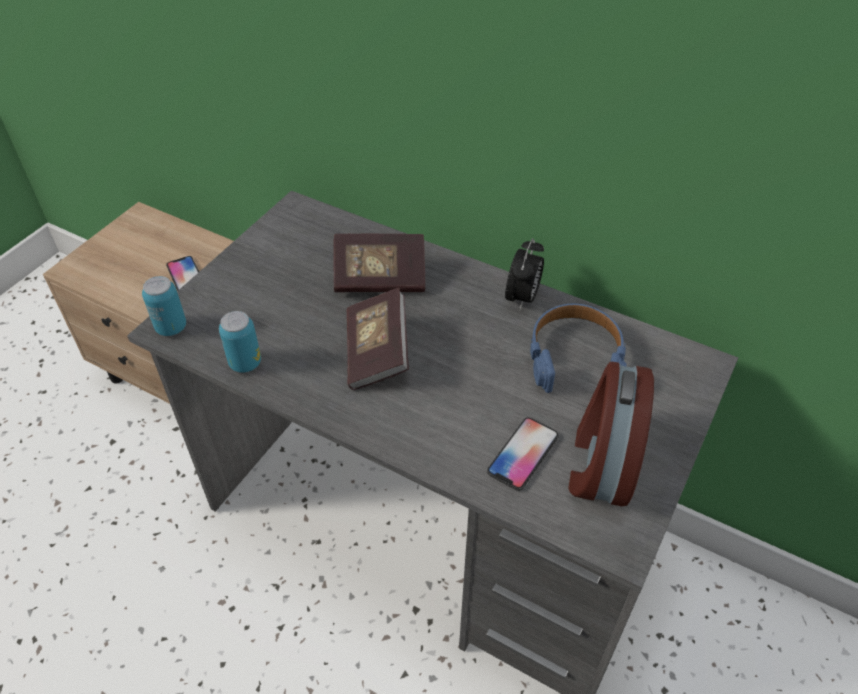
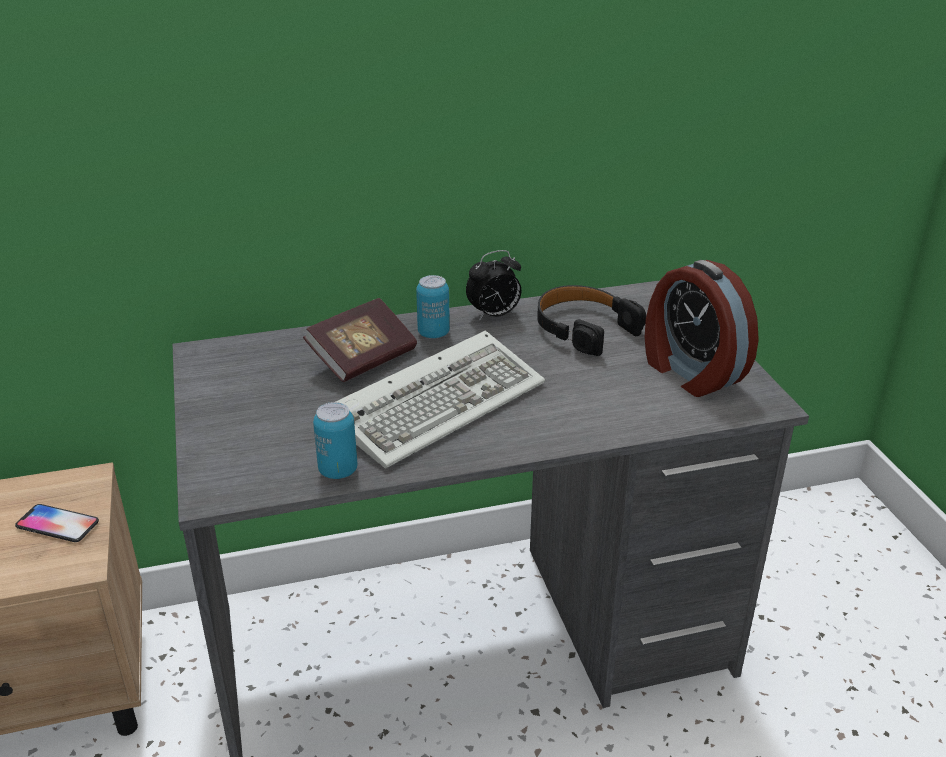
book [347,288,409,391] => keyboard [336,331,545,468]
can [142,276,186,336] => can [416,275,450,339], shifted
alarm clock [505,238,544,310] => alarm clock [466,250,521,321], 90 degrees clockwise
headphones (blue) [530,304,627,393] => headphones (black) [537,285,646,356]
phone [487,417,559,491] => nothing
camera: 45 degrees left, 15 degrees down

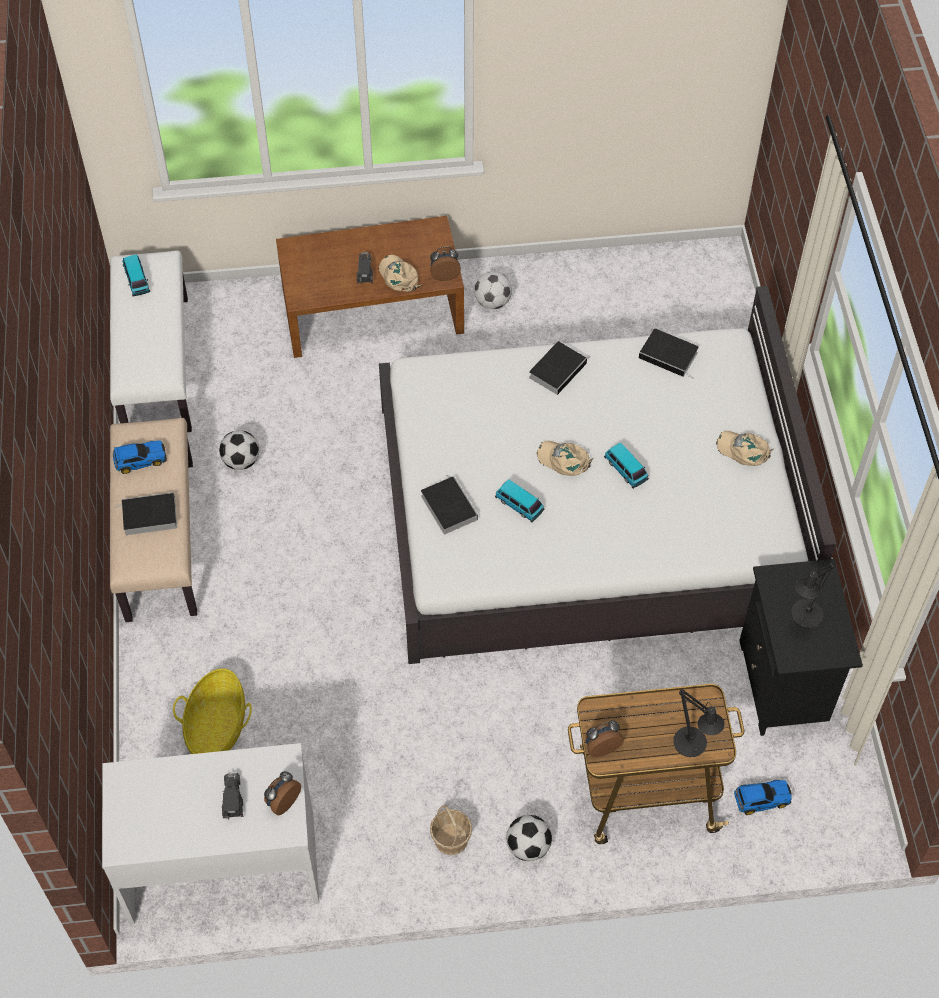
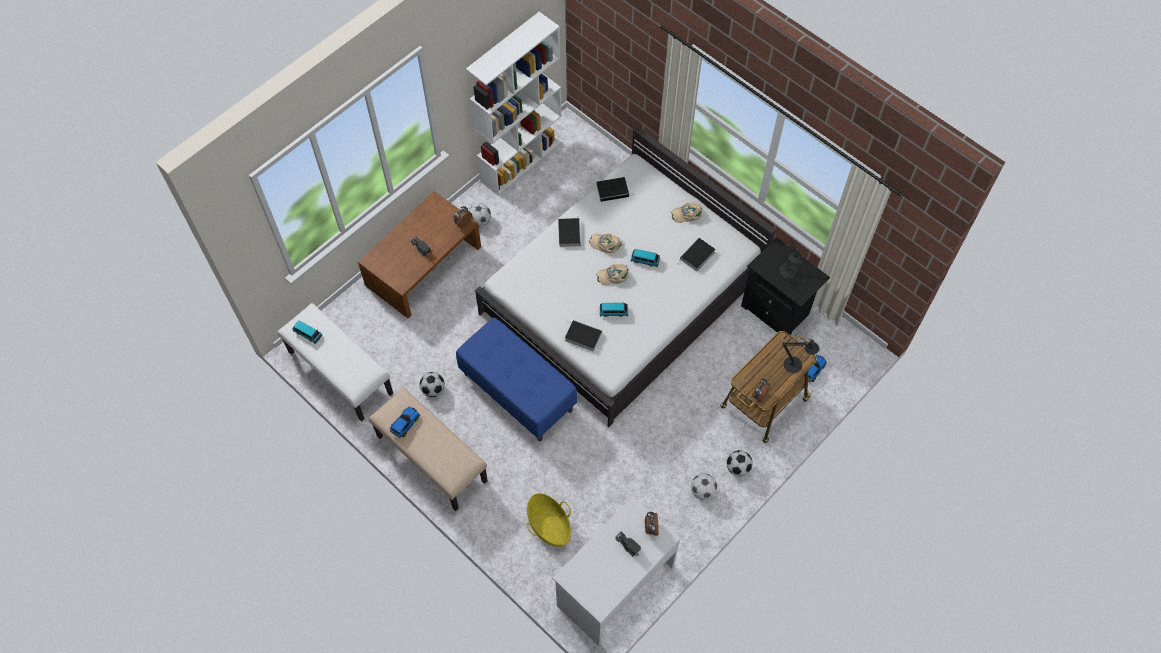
nothing => bench (blue) [456,318,577,441]
nothing => bookcase (white) [466,12,562,196]
cap (beige) [379,255,422,292] => cap (beige) [589,234,622,253], shifted
book [113,492,177,535] => book [678,238,716,272], shifted
basket [430,804,472,855] => football [691,473,717,500]
camera: 40 degrees left, 5 degrees up

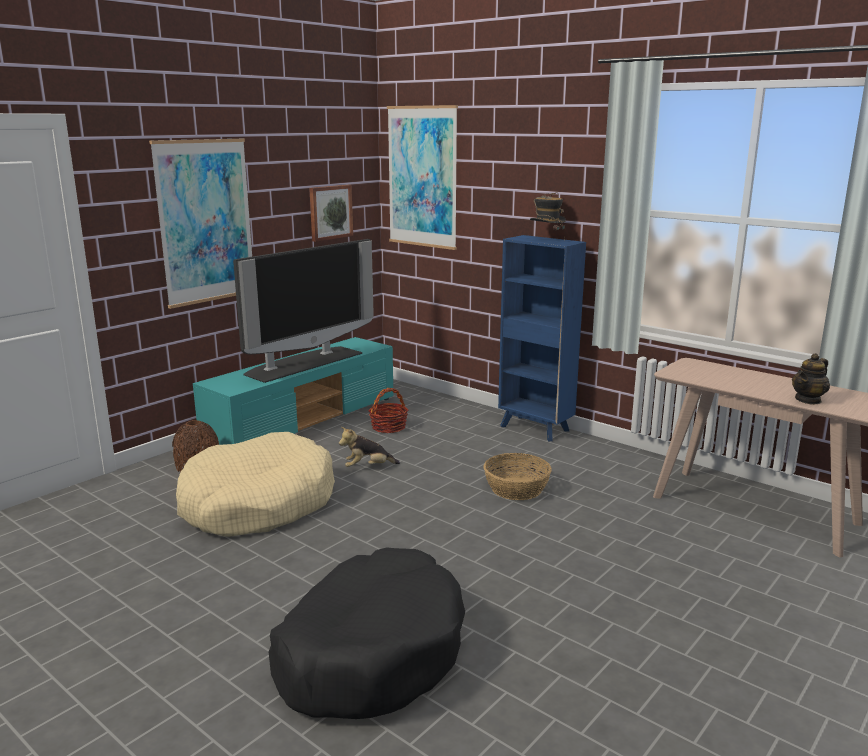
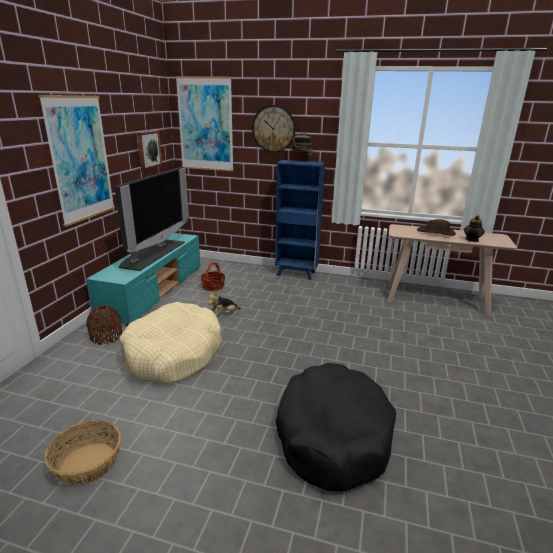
basket [484,453,552,500] => basket [44,420,121,485], shifted
nothing => wall clock [252,105,296,152]
nothing => hat (brown) [417,219,456,235]
camera: 25 degrees left, 5 degrees up

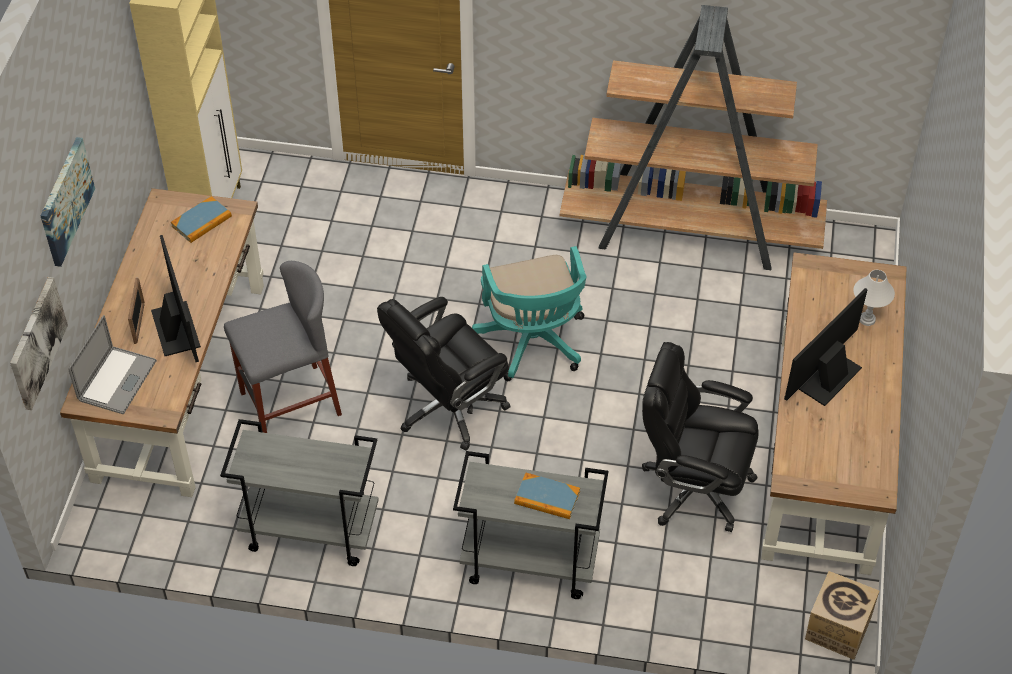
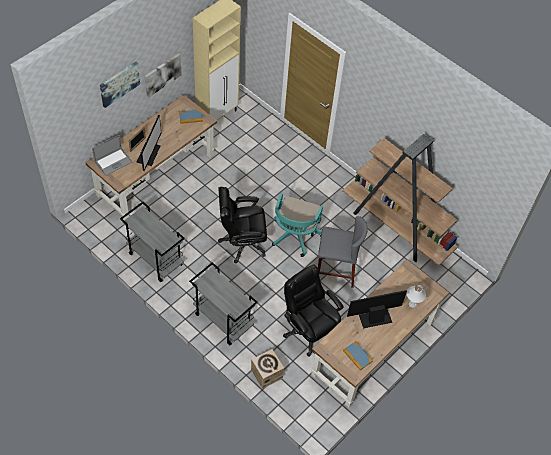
picture [10,277,68,410] => picture [145,53,182,98], shifted
cardboard box [805,571,879,660] => cardboard box [251,349,284,389], shifted
stool (grey) [224,261,342,433] => stool (grey) [318,216,368,288], shifted
book [514,473,580,519] => book [343,341,373,370], shifted
camera: 30 degrees right, 5 degrees up

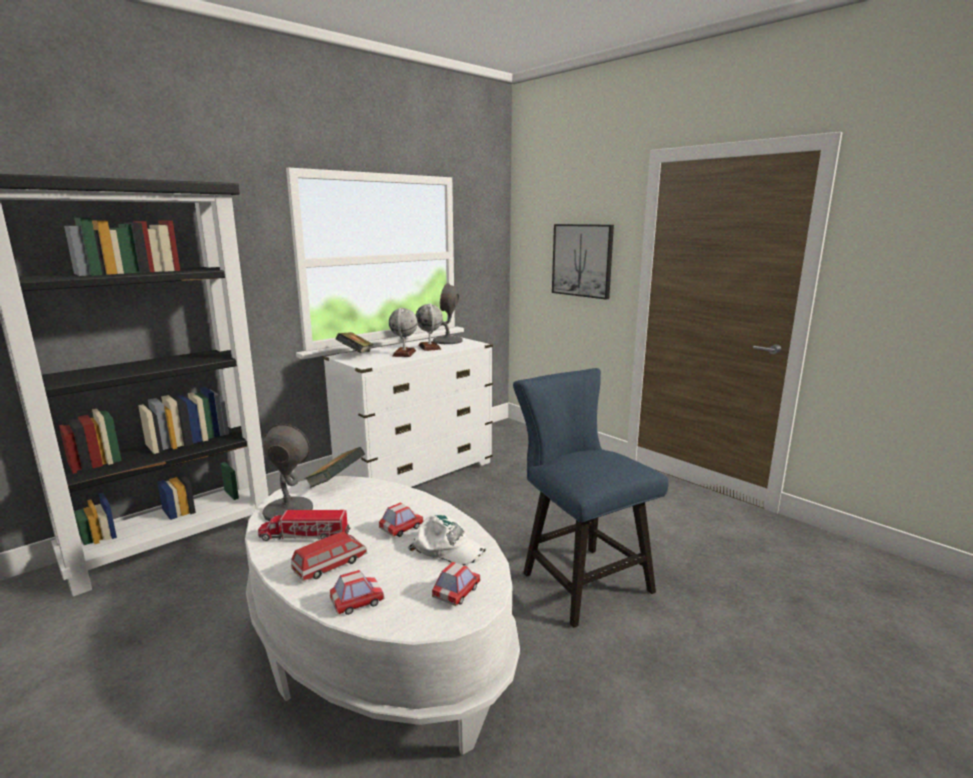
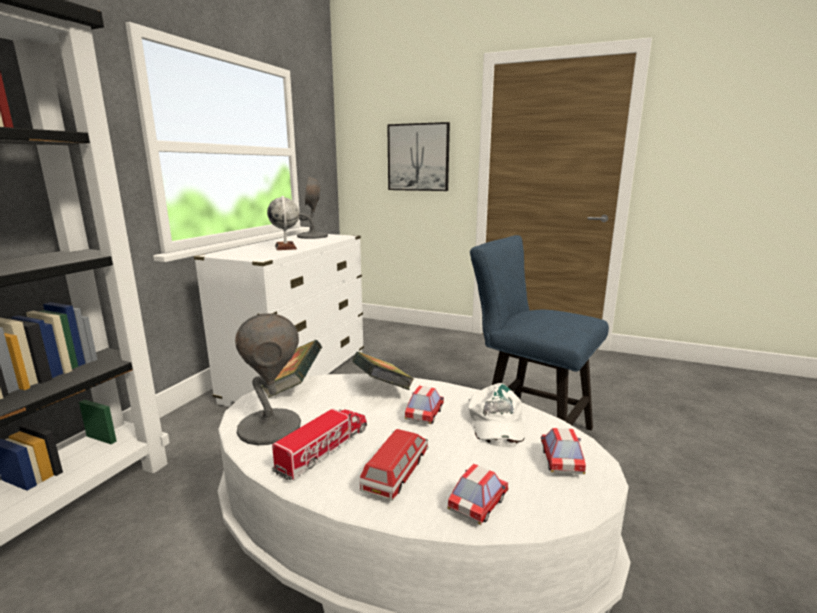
toy truck [258,509,350,541] => toy truck [272,409,367,480], 150 degrees clockwise
book [336,332,374,353] => book [352,352,414,390], shifted
cap (white) [408,515,486,565] => cap (white) [468,383,525,447], 90 degrees clockwise
globe [416,303,443,351] => nothing
camera: 25 degrees left, 0 degrees up

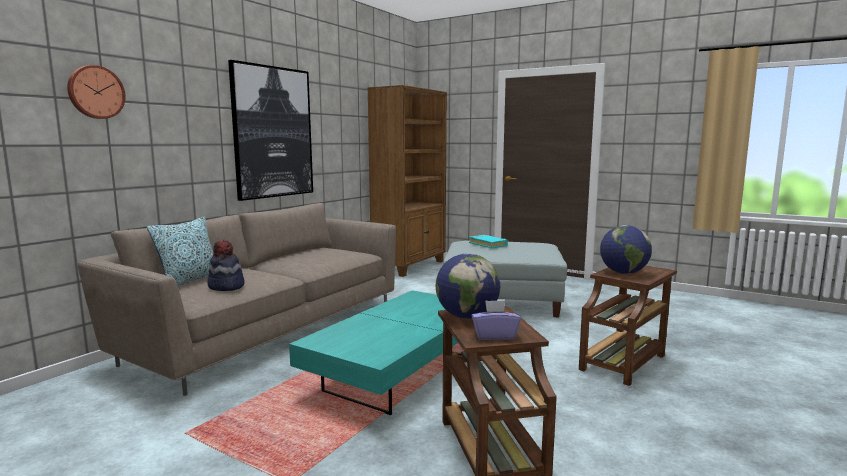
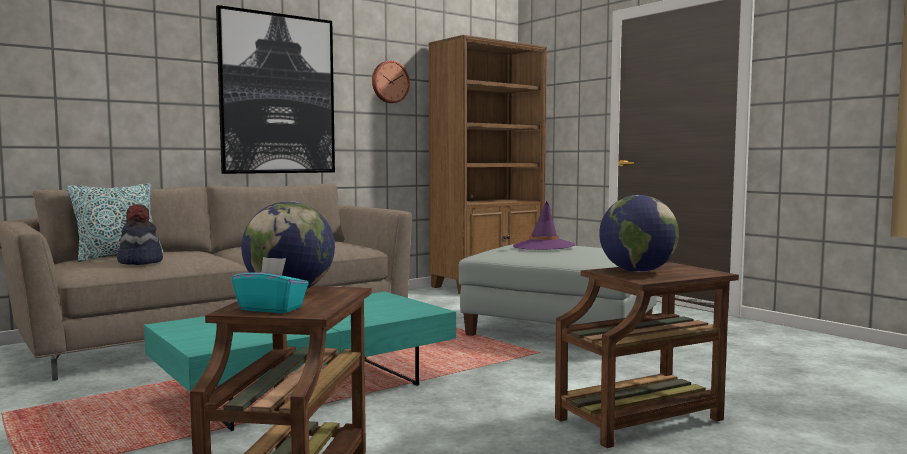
tissue box (purple) [471,300,521,340] => tissue box (turquoise) [232,257,309,313]
wall clock [67,65,126,119] => wall clock [372,61,410,103], shifted
book (turquoise) [469,235,508,249] => hat (purple) [513,201,575,250]
camera: 20 degrees right, 5 degrees down

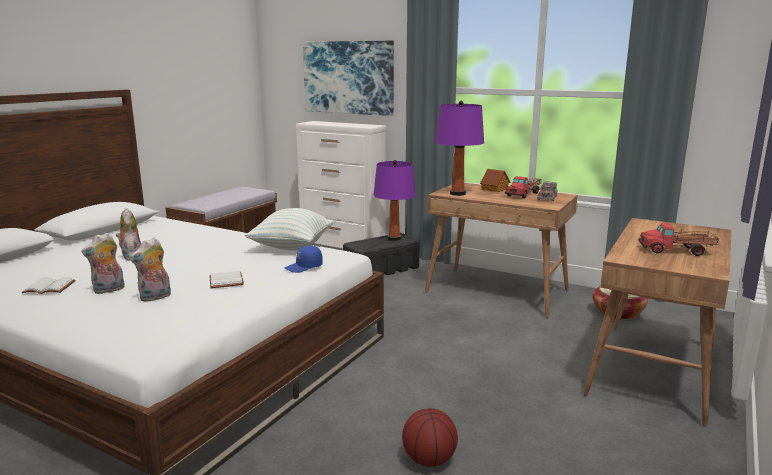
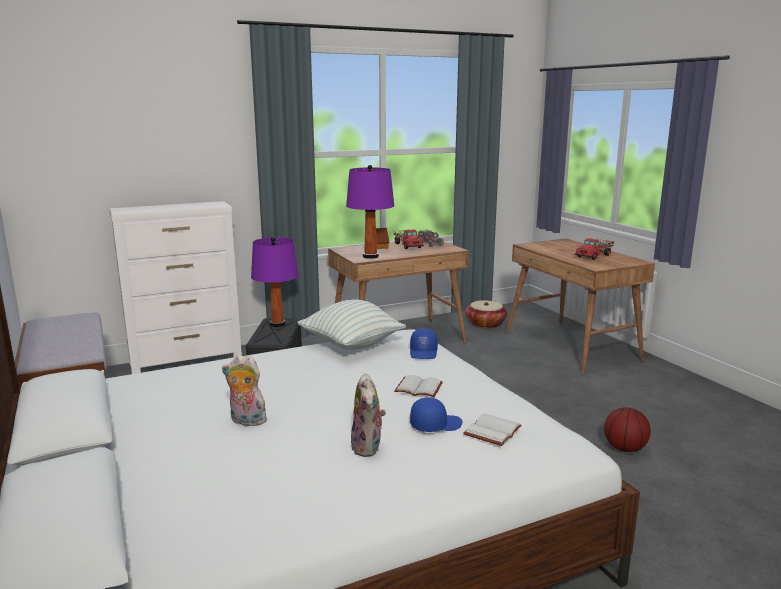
plush toy [129,238,171,302] => cap (blue) [410,397,463,432]
book (white) [22,277,76,294] => book (white) [463,413,522,446], shifted
picture [303,41,394,116] => nothing
camera: 55 degrees left, 0 degrees up

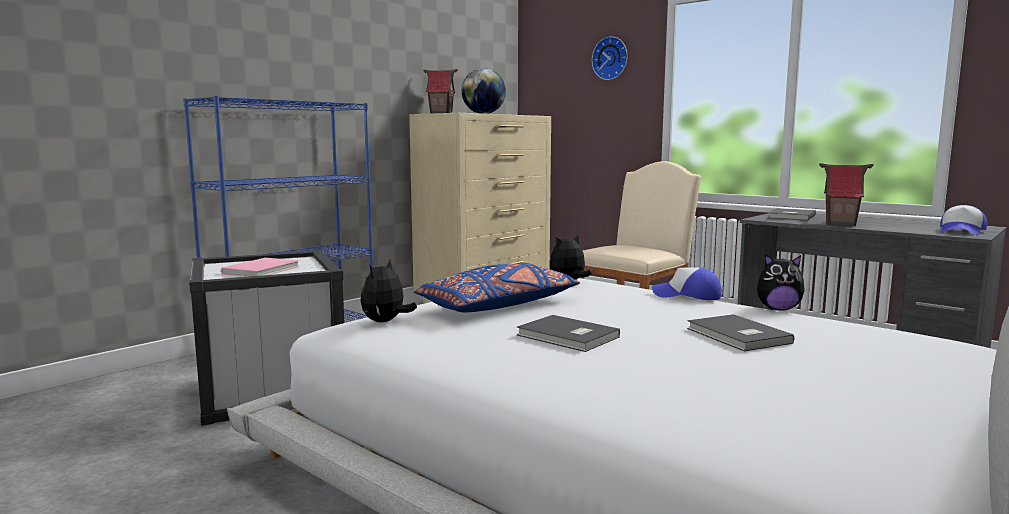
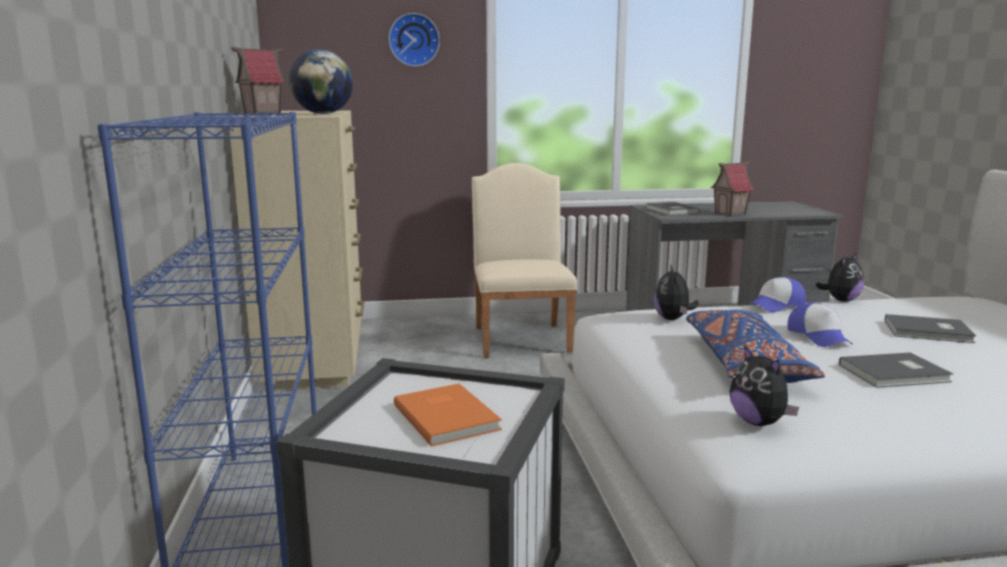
book (pink) [221,258,300,277] => book (orange) [394,383,502,446]
cap [940,205,987,235] => cap [787,303,853,347], shifted
camera: 50 degrees left, 5 degrees up

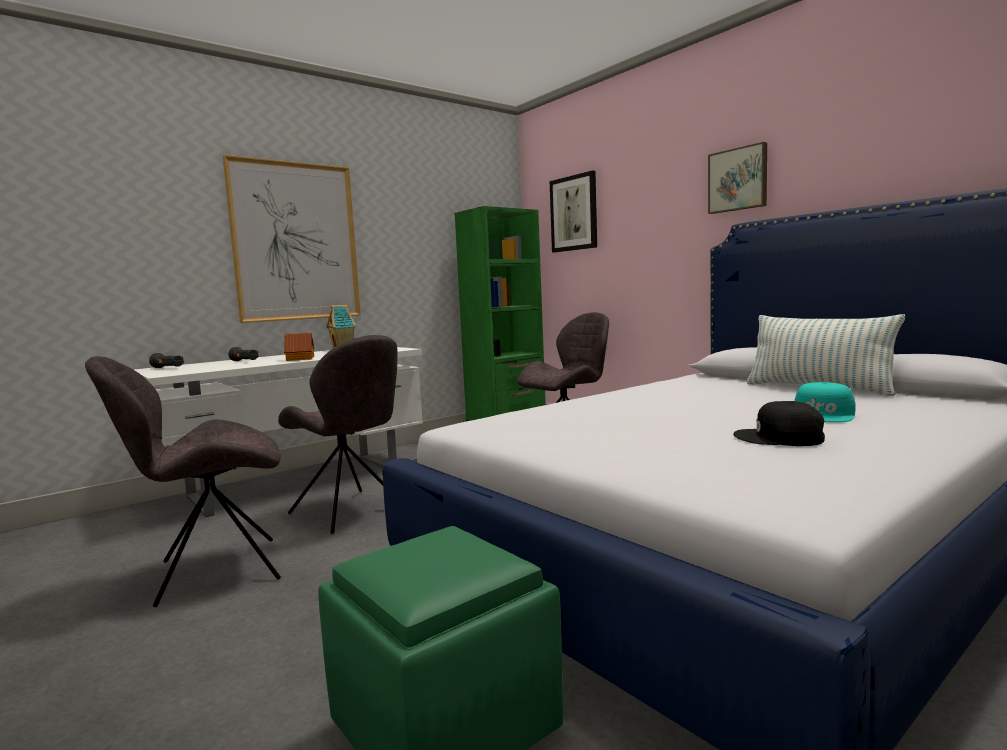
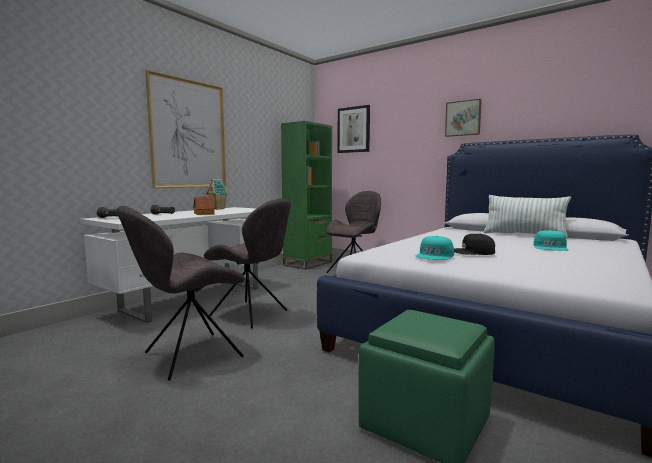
nothing => cap (turquoise) [416,236,454,260]
cap (black) [733,401,825,446] => cap (black) [454,233,495,255], shifted
camera: 15 degrees left, 0 degrees up

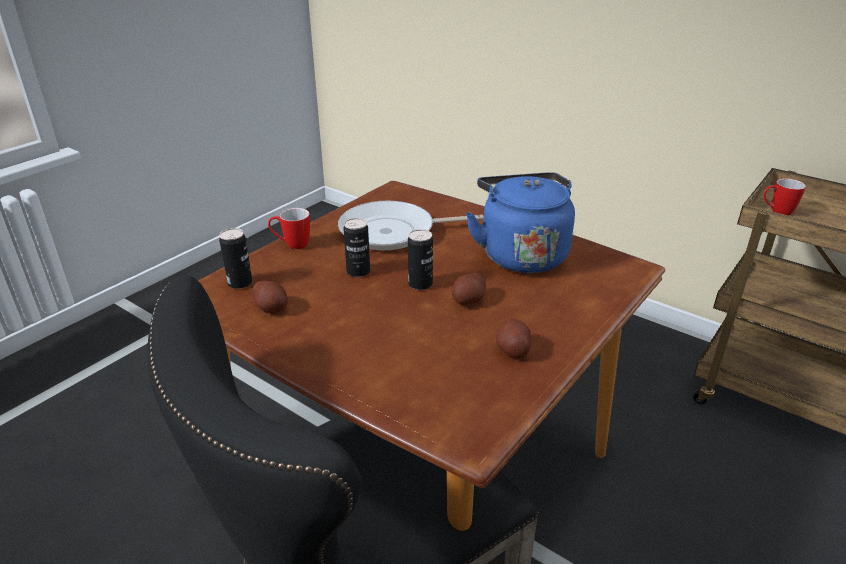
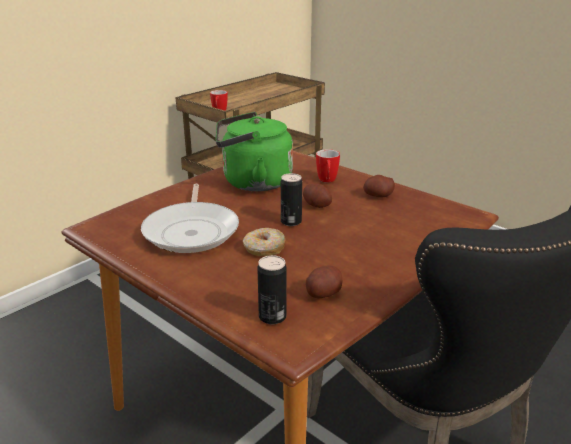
kettle (blue) [466,172,575,273] => kettle (green) [215,112,293,191]
can [343,218,370,277] => donut [243,228,285,256]
mug [268,208,310,249] => mug [316,149,340,183], shifted
camera: 85 degrees left, 5 degrees down

